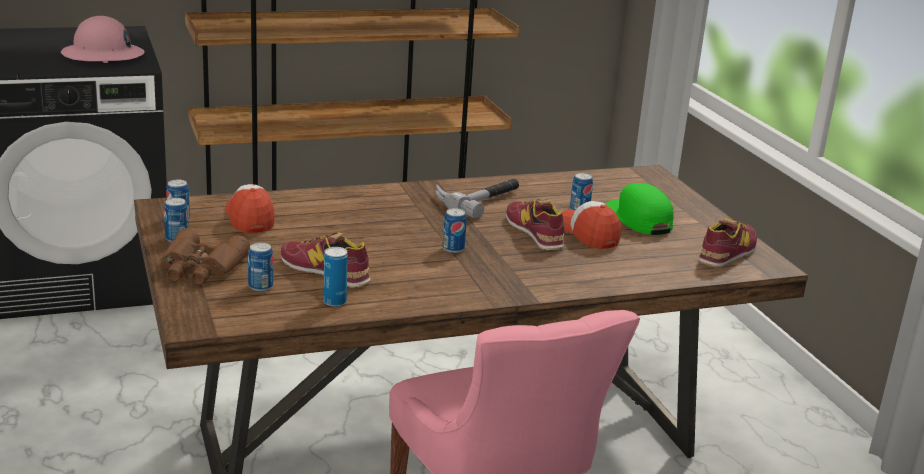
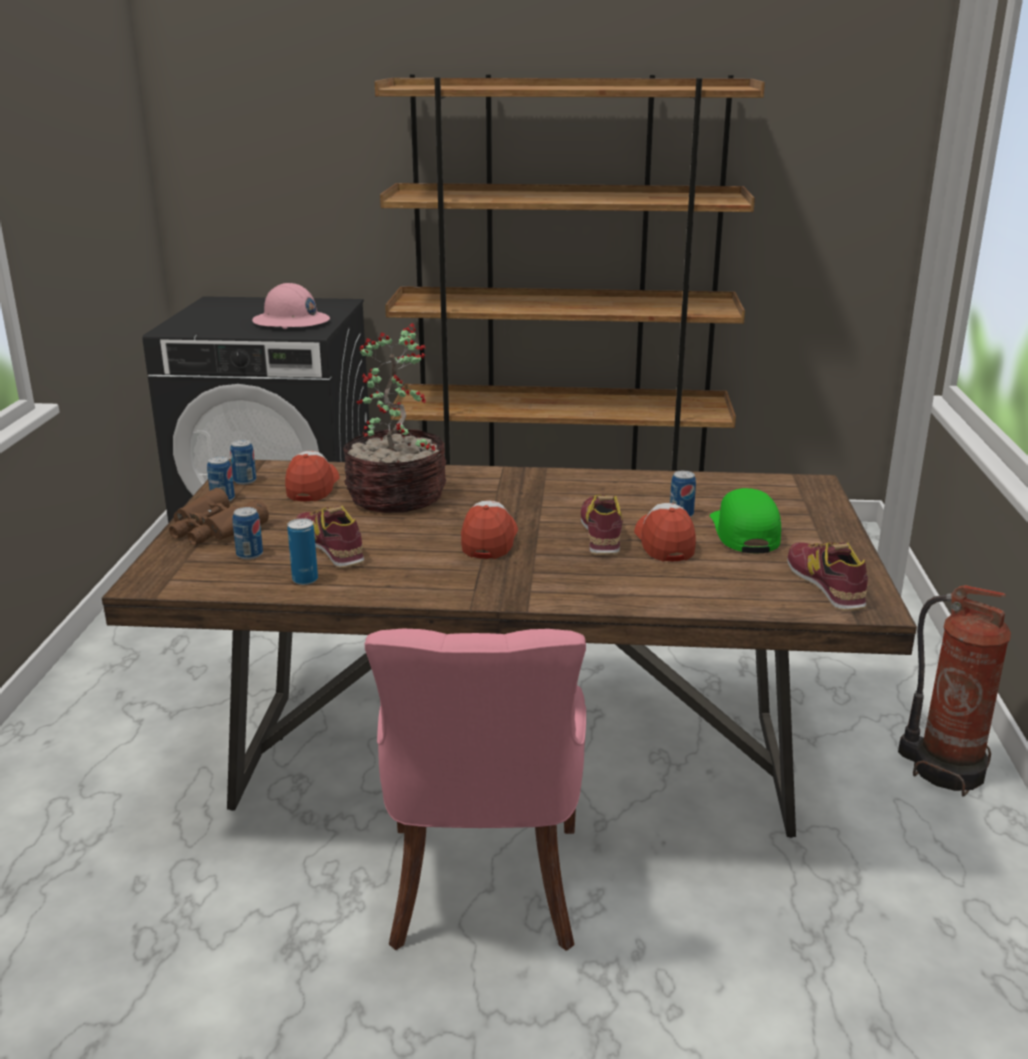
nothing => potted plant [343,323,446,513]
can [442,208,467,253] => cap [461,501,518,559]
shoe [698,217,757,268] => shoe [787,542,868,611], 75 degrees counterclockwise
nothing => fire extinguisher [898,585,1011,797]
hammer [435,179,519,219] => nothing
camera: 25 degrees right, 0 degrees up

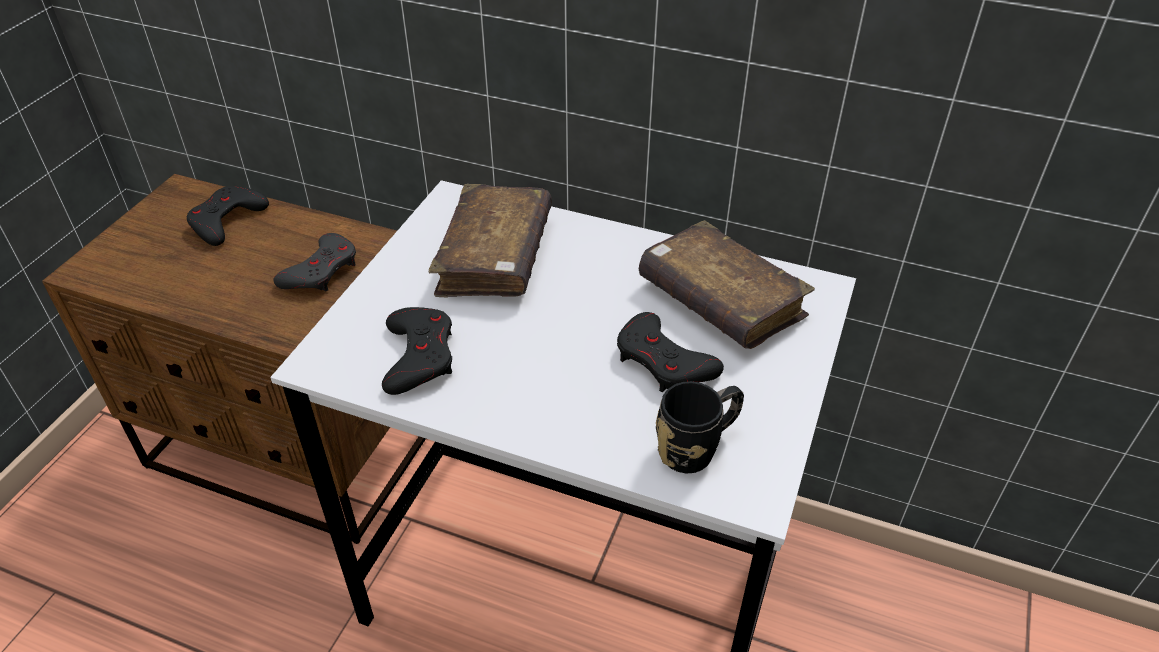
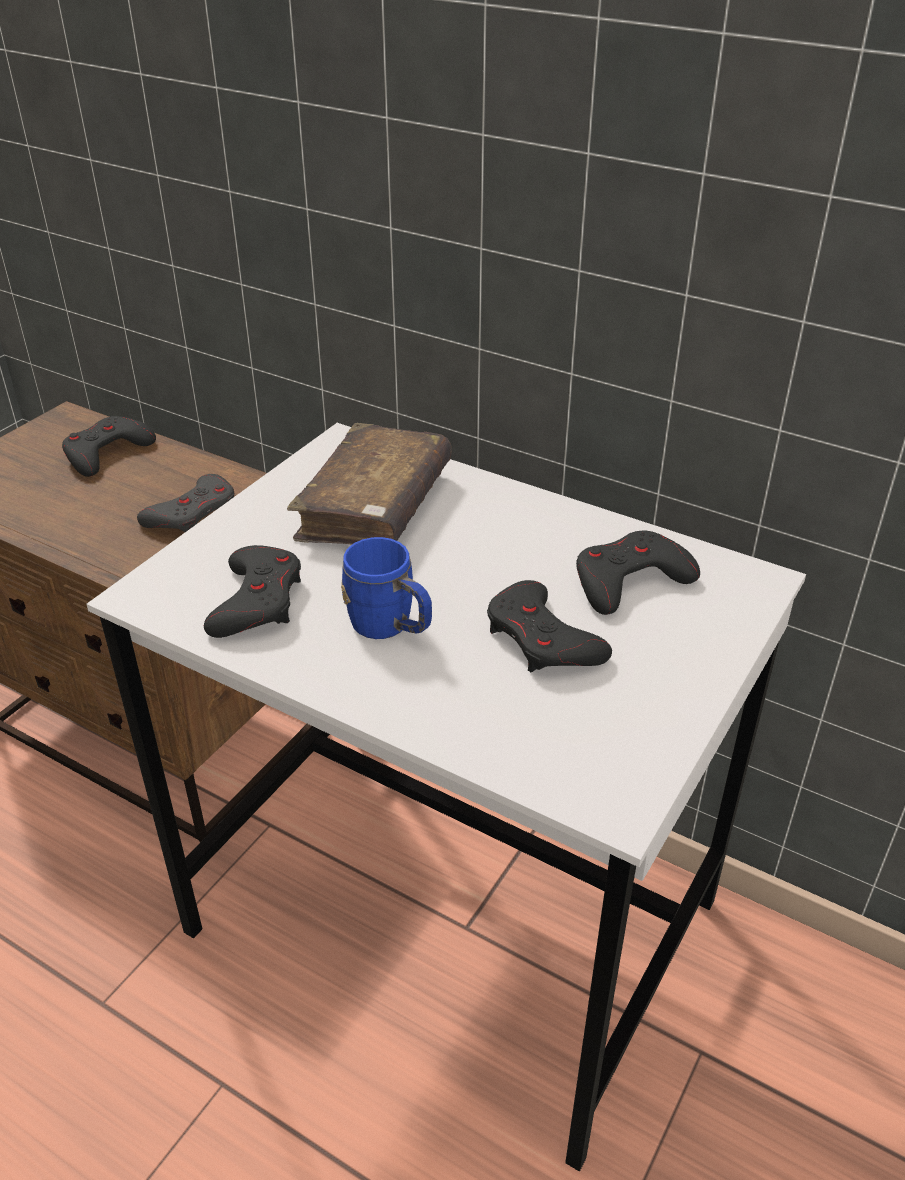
nothing => mug (blue) [341,537,432,639]
book (brown) [639,220,815,349] => game controller (black) [576,531,700,615]
mug (black) [656,381,744,473] => nothing
camera: 10 degrees right, 5 degrees down

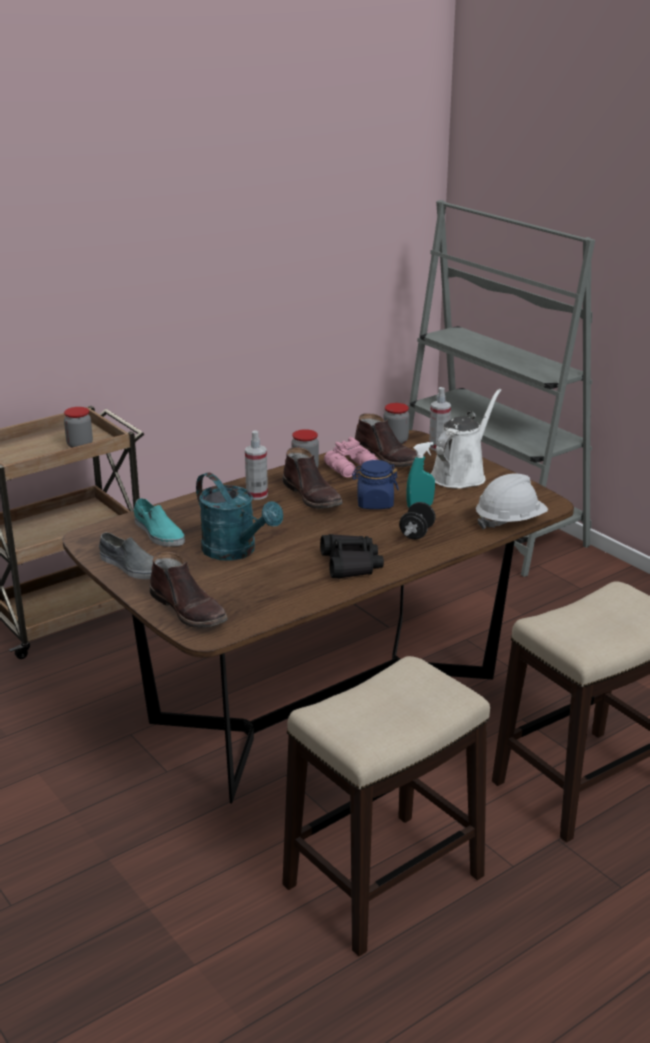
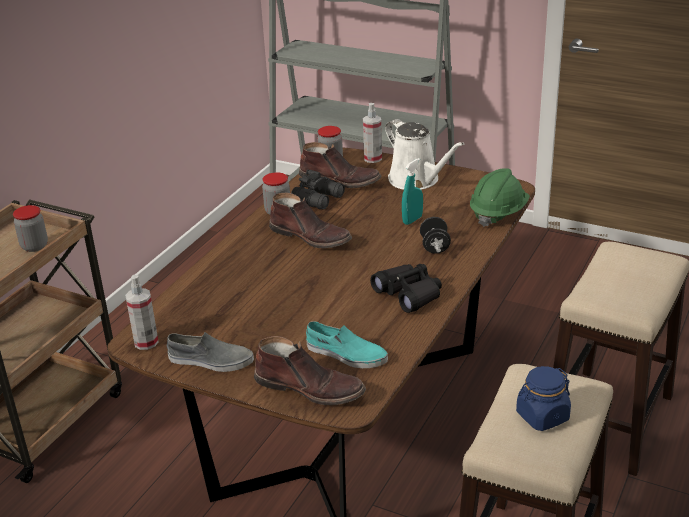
spray bottle [245,430,268,500] => spray bottle [125,275,159,350], shifted
binoculars (pink) [324,437,379,478] => binoculars (black) [291,169,345,209]
shoe (turquoise) [134,498,185,547] => shoe (turquoise) [306,321,388,368], shifted
watering can (white) [431,389,501,489] => watering can (white) [385,119,464,190], 135 degrees clockwise
hard hat (white) [476,474,548,529] => hard hat (green) [470,168,530,227]
jar (blue) [352,460,399,509] => jar (blue) [516,366,571,431], shifted
watering can (turquoise) [196,472,283,561] => nothing
camera: 25 degrees left, 5 degrees up

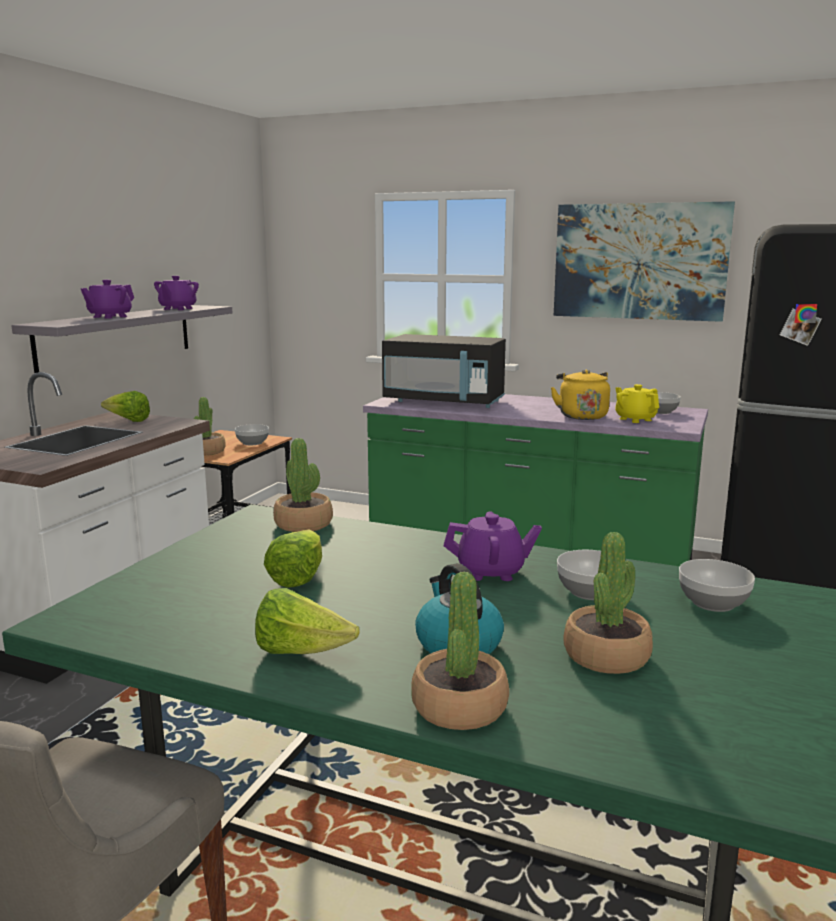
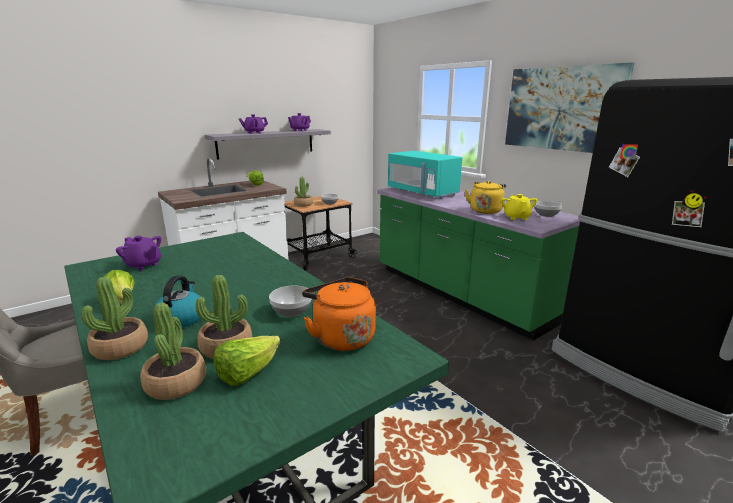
teapot (purple) [444,511,542,581] => teapot (purple) [116,236,161,271], shifted
potted plant [273,438,333,532] => potted plant [140,302,206,400], shifted
lettuce [264,529,322,588] => lettuce [214,336,281,386], shifted
bowl [679,559,755,612] => kettle (orange) [302,277,376,351]
microwave (black) [382,334,506,408] => microwave (turquoise) [388,151,462,199]
camera: 30 degrees right, 5 degrees up

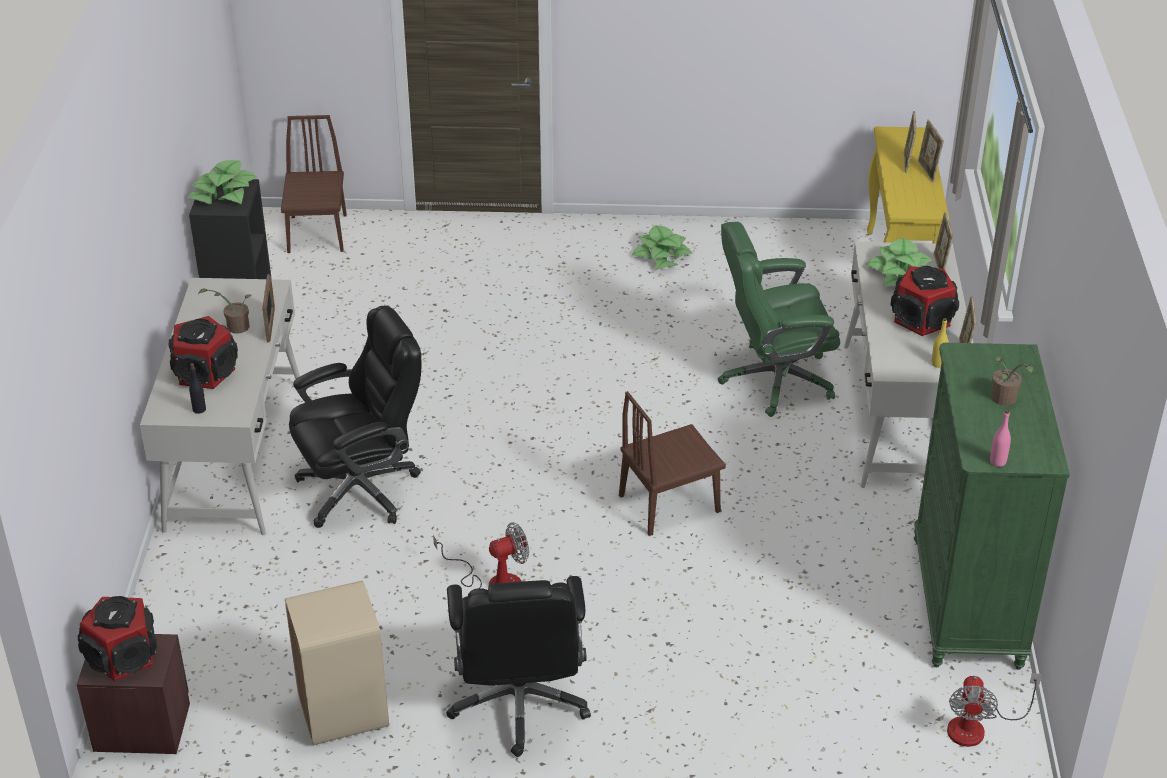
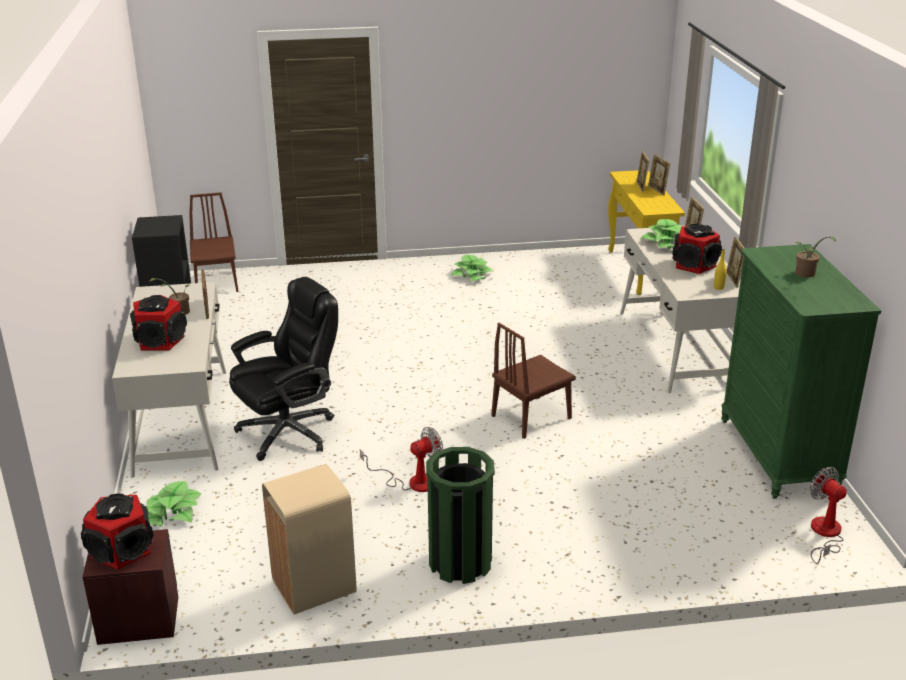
potted plant [188,160,257,204] => potted plant [146,481,201,526], shifted
office chair (black) [446,576,591,757] => trash can (green) [426,447,495,584]
fan [947,673,1042,747] => fan [810,467,847,564], 150 degrees clockwise
bottle (black) [189,363,206,414] => nothing
office chair (green) [718,222,840,417] => nothing
bottle (pink) [990,410,1011,467] => nothing
camera: 10 degrees left, 10 degrees down

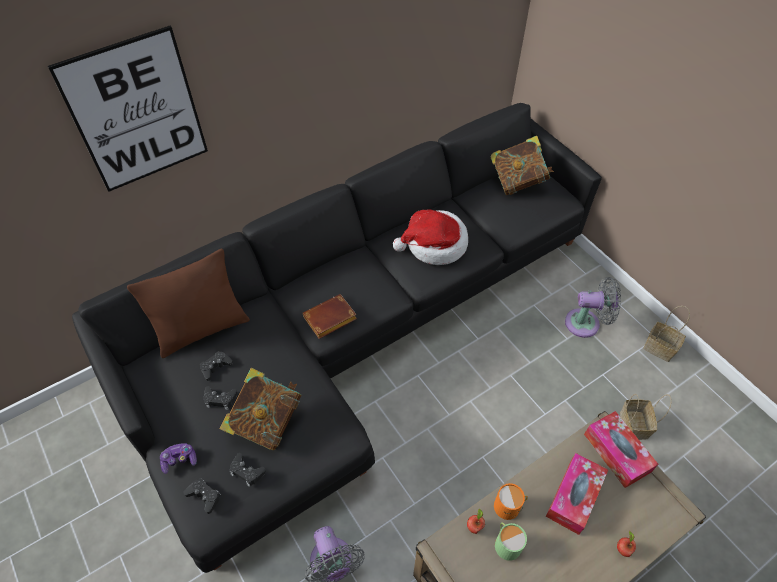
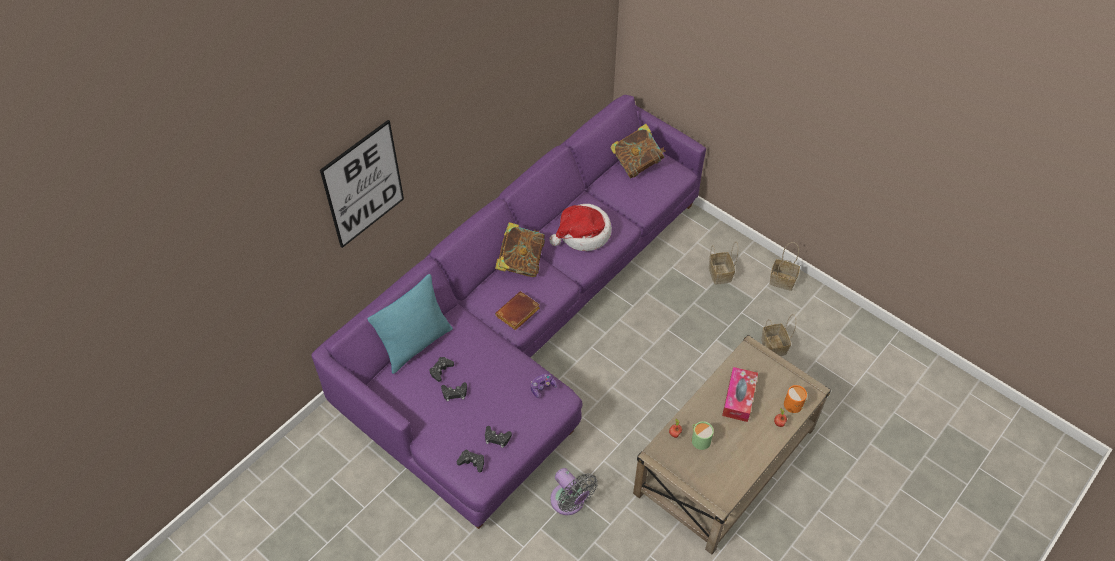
sofa (black) [72,103,602,573] => sofa (purple) [311,95,706,529]
pillow (brown) [127,249,250,358] => pillow (turquoise) [368,274,453,374]
book [219,368,301,450] => book [495,222,545,277], shifted
game controller [160,443,197,474] => game controller [531,374,557,398], shifted
fan (grey) [565,277,621,338] => basket [709,242,738,285]
mug (orange) [494,483,528,520] => mug (orange) [784,385,807,413], shifted
tissue box [584,411,658,488] => nothing
camera: 15 degrees left, 0 degrees up

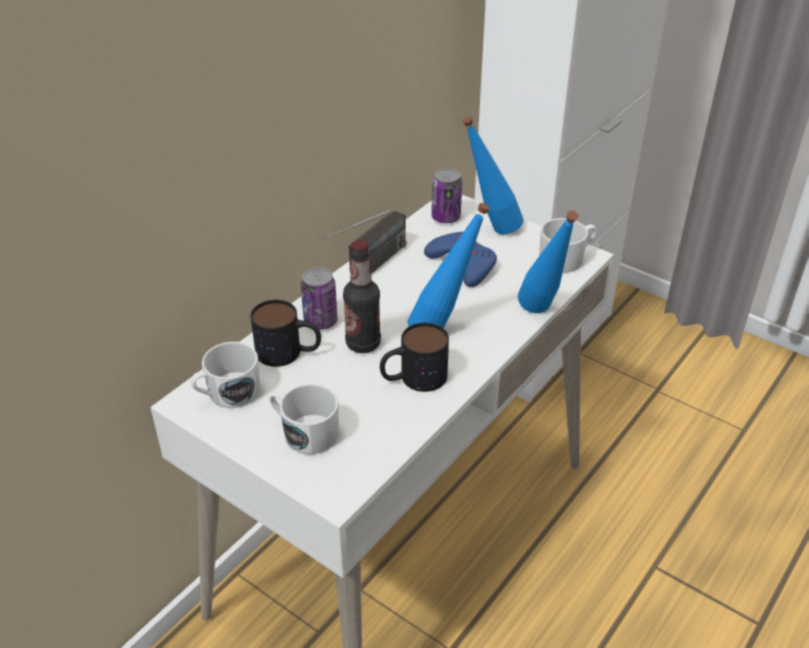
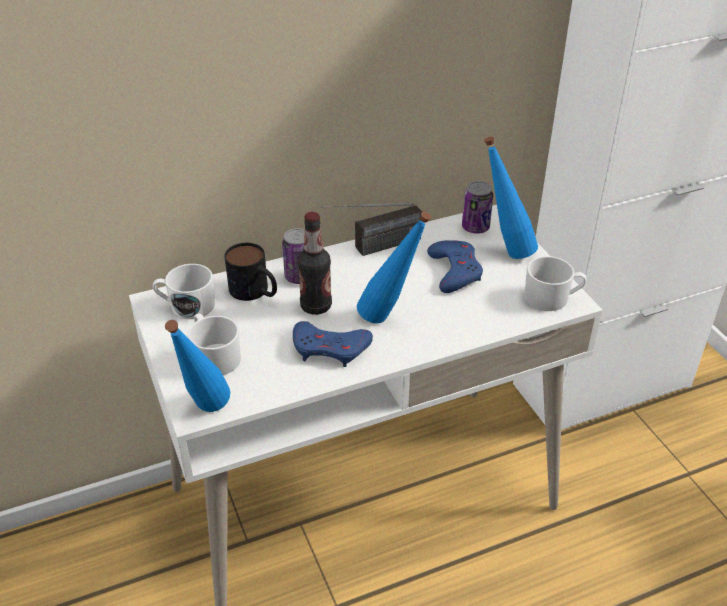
bottle (blue) [518,211,579,313] => bottle (blue) [165,320,230,412], shifted
mug [380,323,449,392] => game controller (blue) [293,321,373,367]
camera: 30 degrees right, 0 degrees up

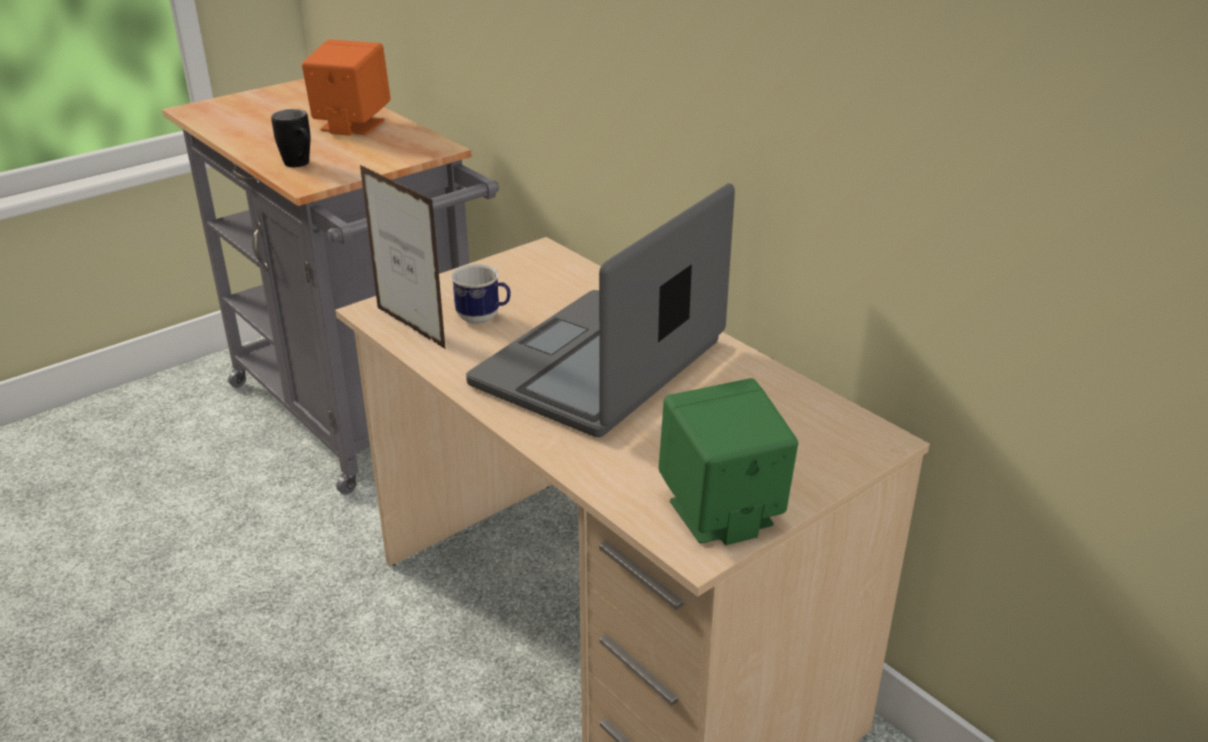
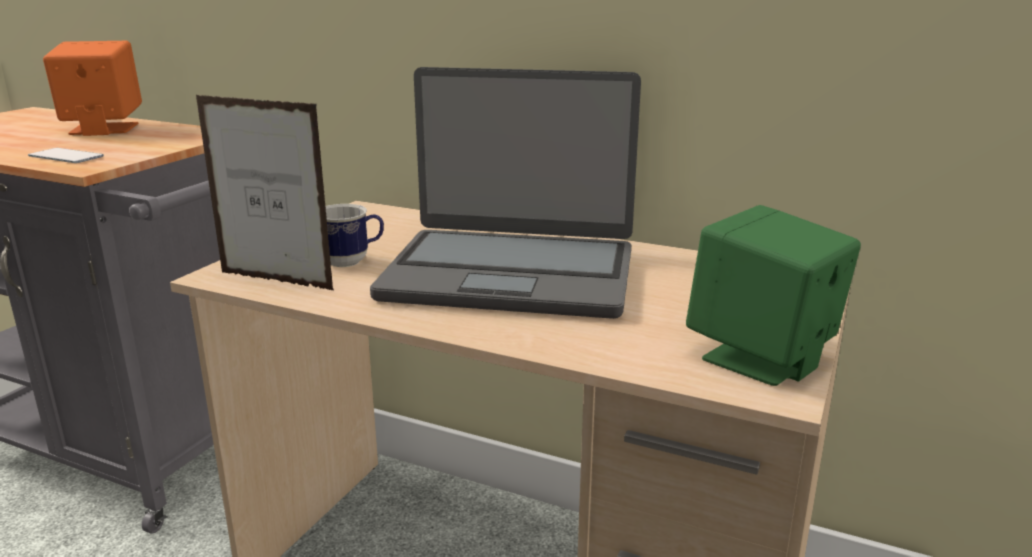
mug (black) [271,109,310,167] => phone [28,148,104,163]
laptop [466,183,735,437] => laptop [370,67,641,319], 90 degrees counterclockwise
camera: 25 degrees left, 10 degrees down

